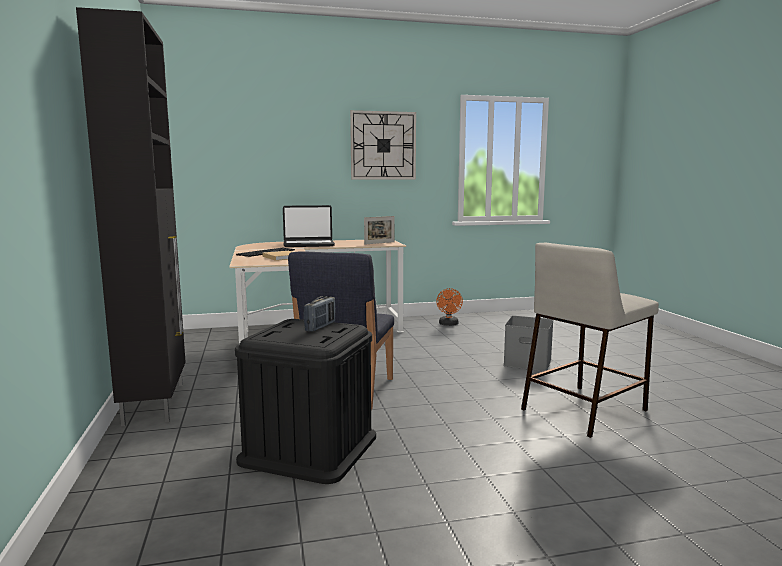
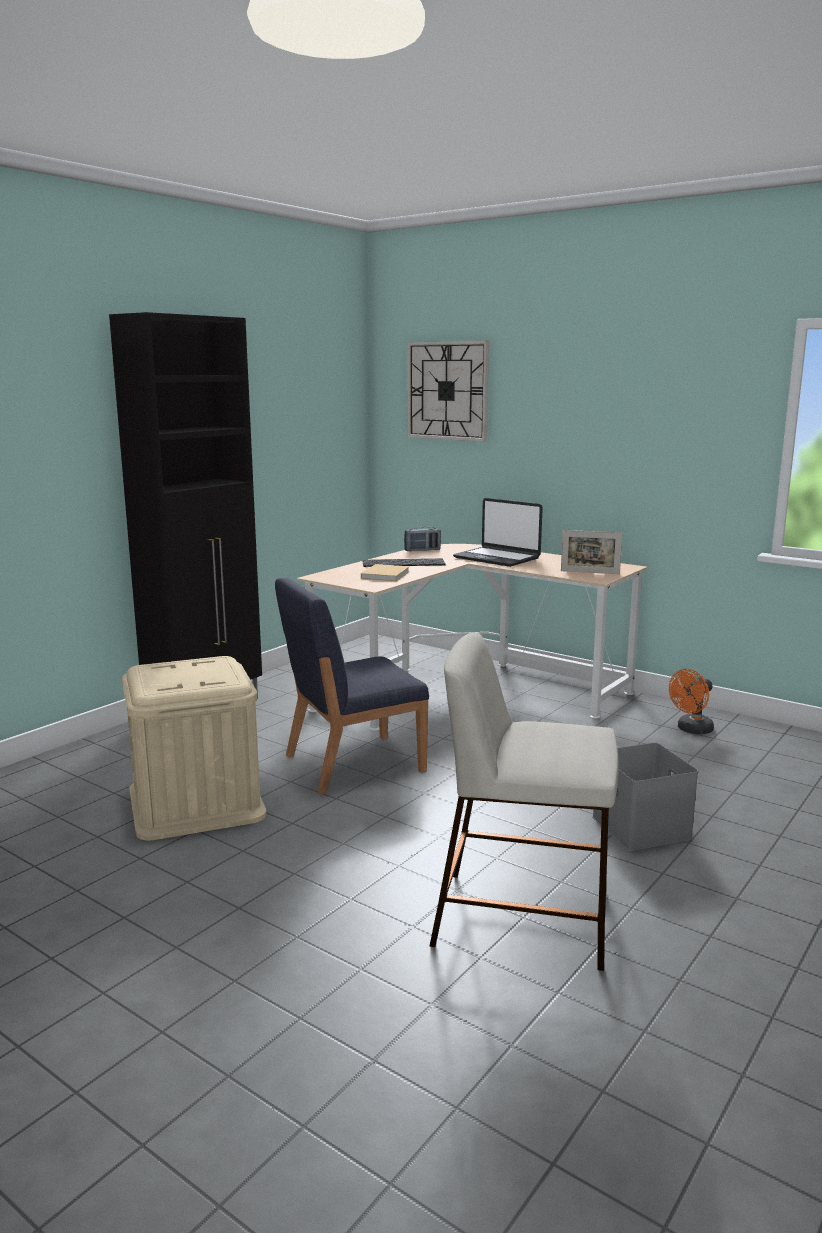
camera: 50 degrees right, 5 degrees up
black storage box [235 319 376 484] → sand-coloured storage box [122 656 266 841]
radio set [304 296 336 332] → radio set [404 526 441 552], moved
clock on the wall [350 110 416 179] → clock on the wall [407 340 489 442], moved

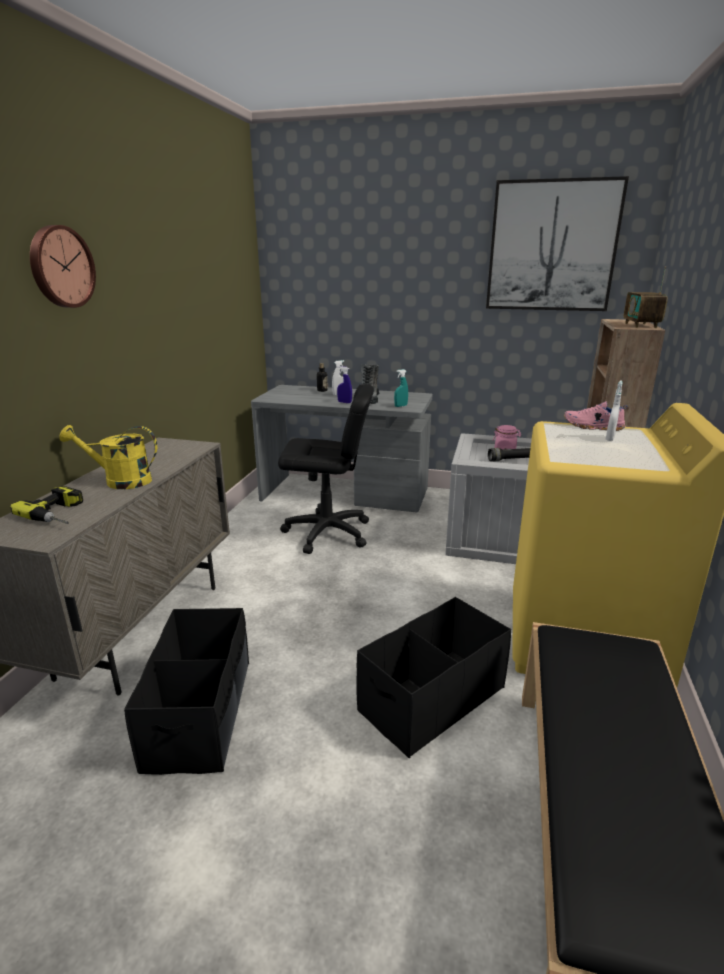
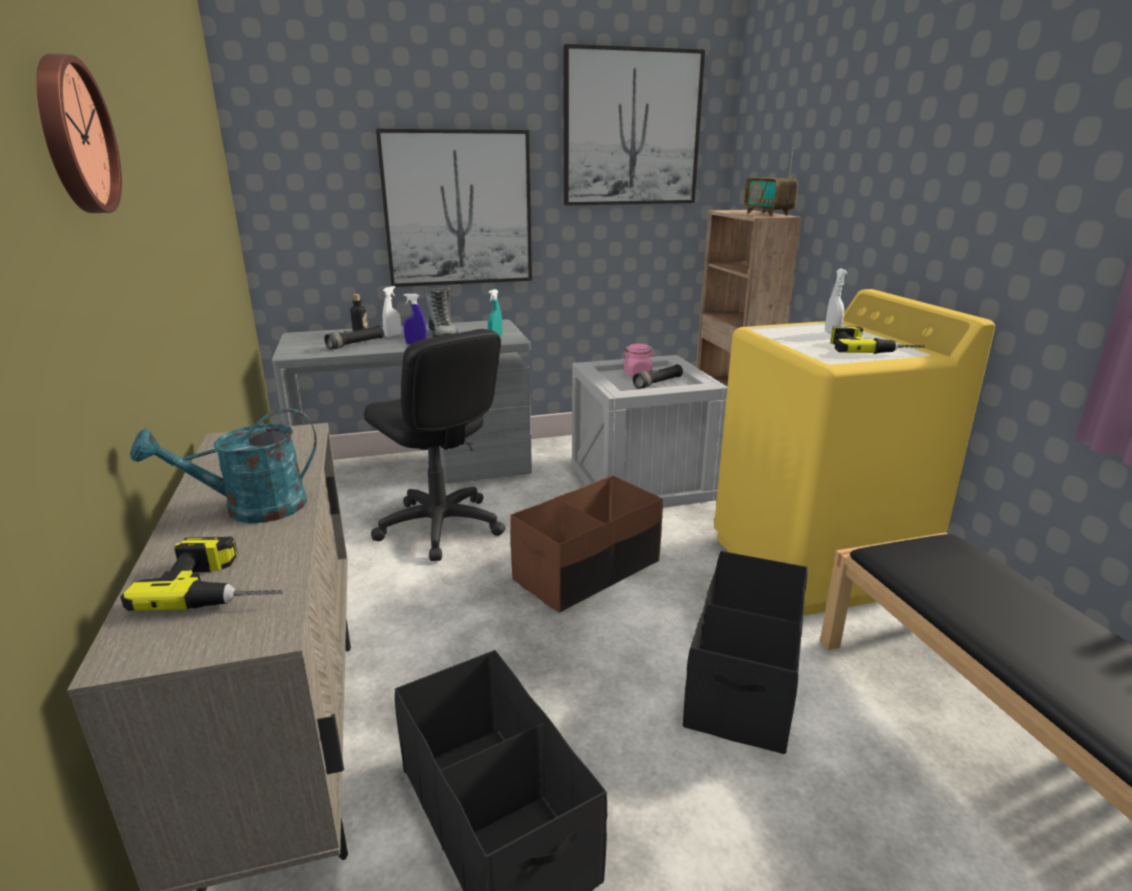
camera: 30 degrees left, 0 degrees up
yellow watering can [59 425 157 489] → turquoise-coloured watering can [130 408 317 523]
- → black hand torch [324 325 384 350]
black office chair [278 384 374 554] → black office chair [364 329 505 561], 75 degrees clockwise
- → wall picture [376 129 532 287]
- → brown-coloured storage box [510 475 663 613]
- → power drill [830 326 925 354]
pink low shoe [564 401 627 431] → -

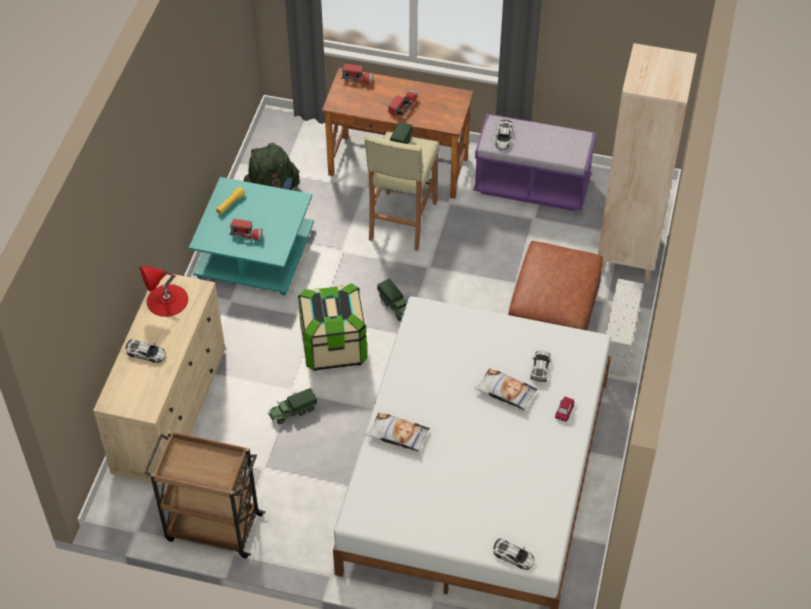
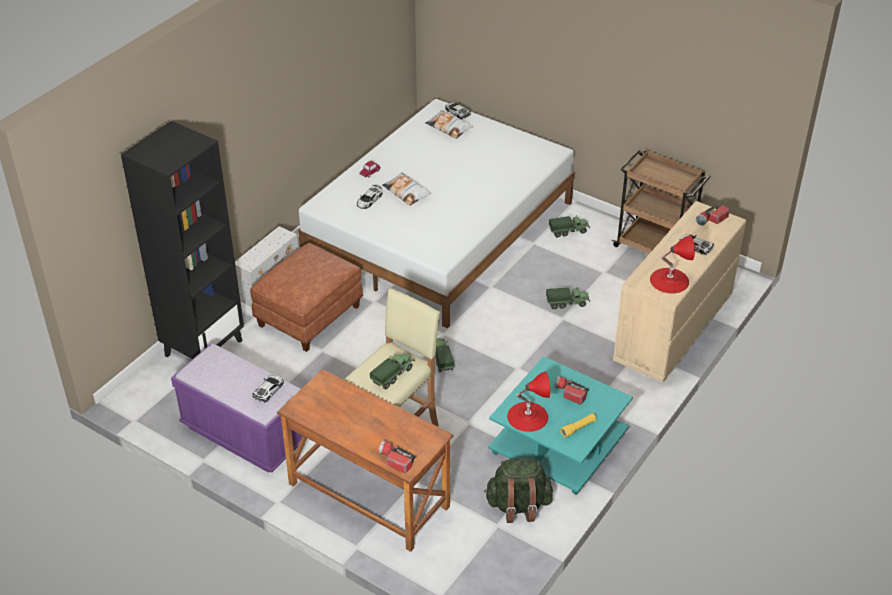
camera: 160 degrees left, 10 degrees down
sand-coloured shelving unit [598 43 697 282] → black shelving unit [121 121 244 359]
cushion [365 413 430 452] → cushion [425 110 473 139], moved
- → red-coloured tabletop lamp [507 371 550 432]
- → toy lorry [549 216 590 238]
hand torch [388 90 418 116] → hand torch [696 205 729 226], moved
storage box [298 283 367 371] → -

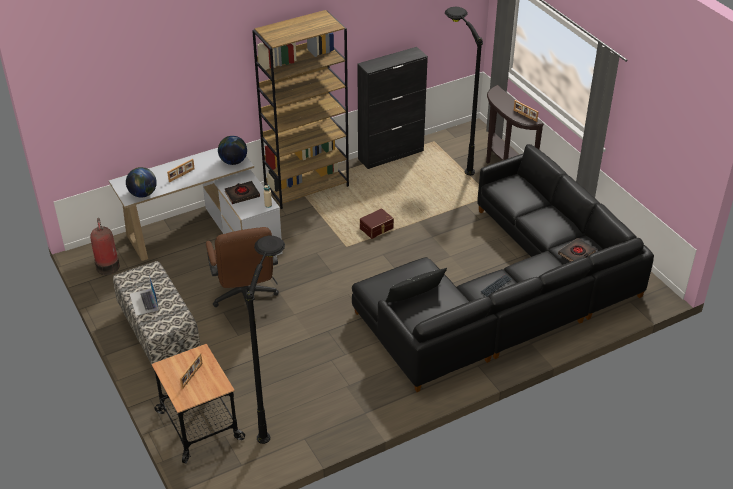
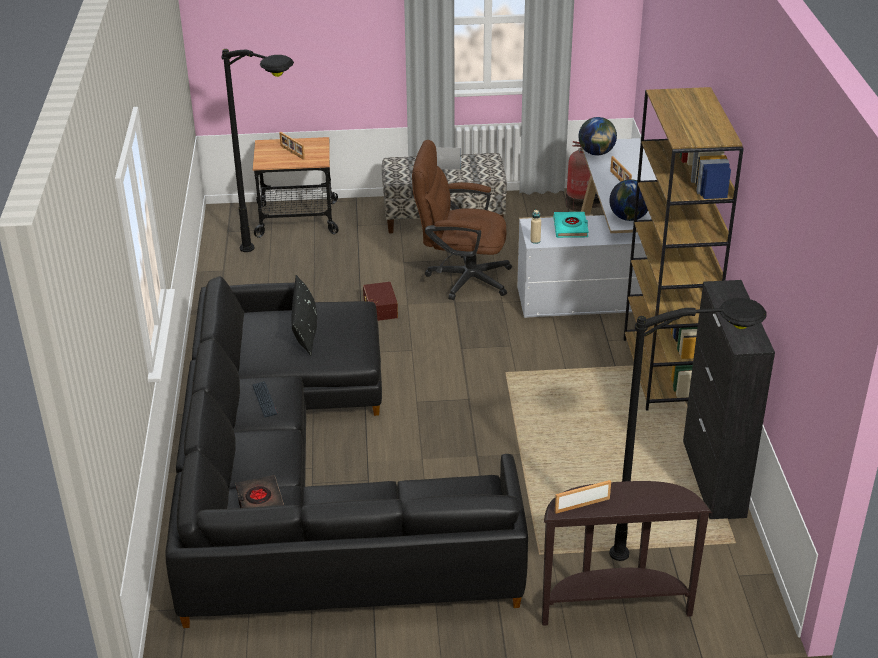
camera: 115 degrees right, 5 degrees down
brown-coloured storage box [360 208 394 239] → brown-coloured storage box [363 282 398 321], moved
black bound book [225 181 260 204] → turquoise-coloured bound book [553 212 589 238]

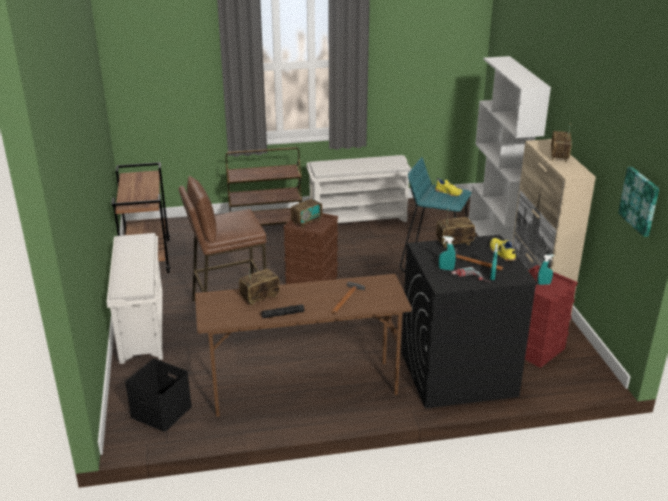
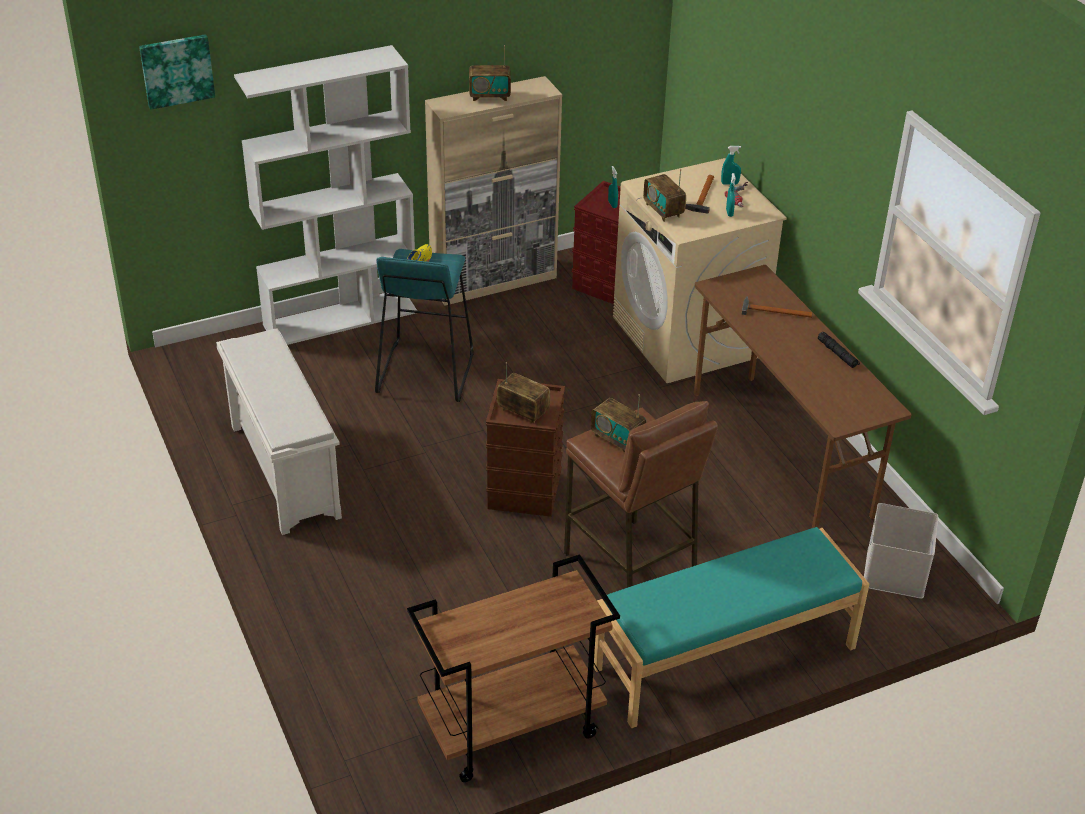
camera: 105 degrees left, 10 degrees up
wall picture [618 167 659 237] → wall picture [139 34 215 110], moved
radio set [239 265 280 306] → radio set [591 394 647 453], moved
whitish shoe stand [107 233 163 364] → turquoise-coloured indoor bench [594 527 869 728]
black laundry machine [401 235 538 409] → sand-coloured laundry machine [613 158 787 383]
black storage box [125 359 192 432] → whitish storage box [864 503 938 599]
brown-coloured wheeled cart [226 147 302 226] → -
yellow low shoe [490 238 516 261] → -

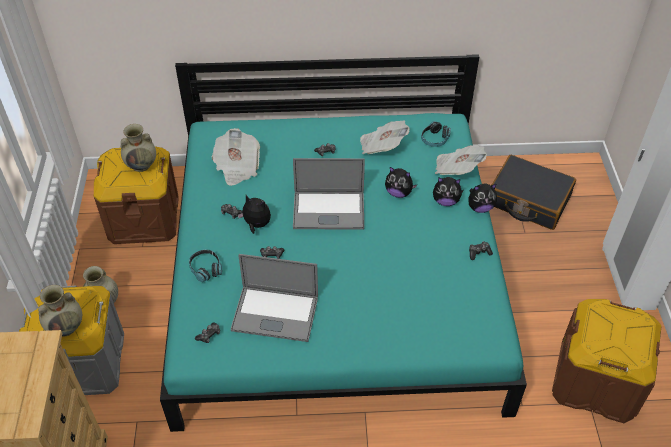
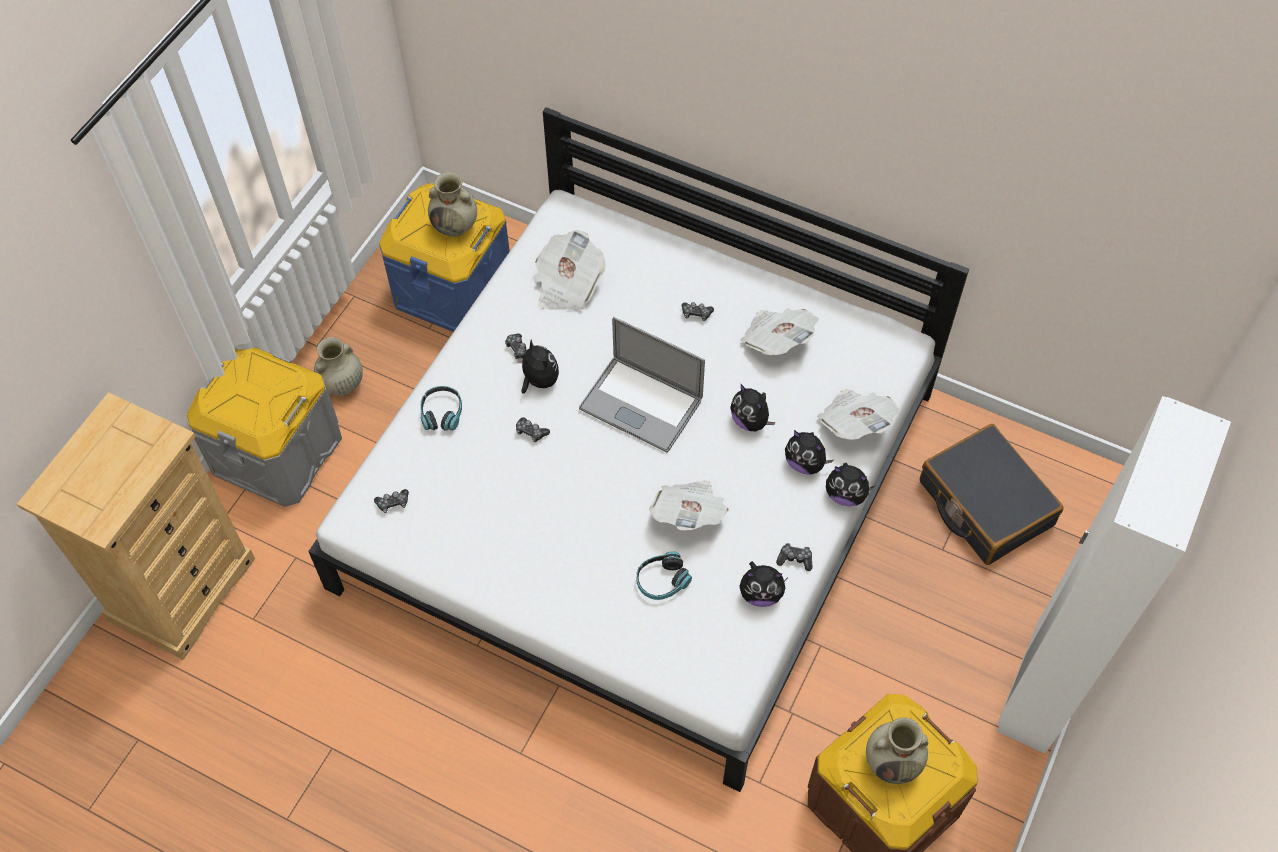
camera: 30 degrees right, 10 degrees up
turquoise-coloured bed [160 54 527 432] → whitish bed [308 107 969 792]
brown-coloured storage box [93 147 179 244] → blue-coloured storage box [379 183 510 332]
headphones [421 121 451 147] → headphones [636 551 692 600], moved
- → daily paper [649 480 729 530]
- → plush toy [739 561 789 607]
sand-coloured decorative vase [38 285 82 336] → sand-coloured decorative vase [866 717 928 784], moved
laptop [231 254 318 342] → -

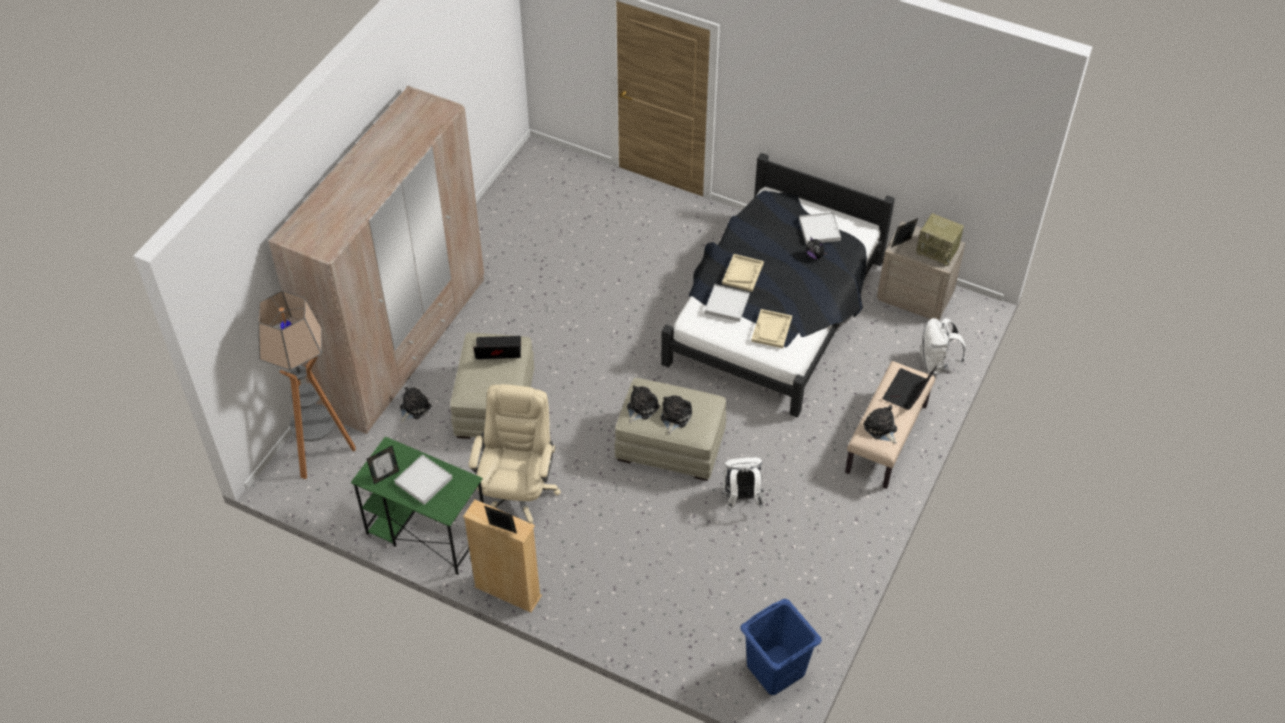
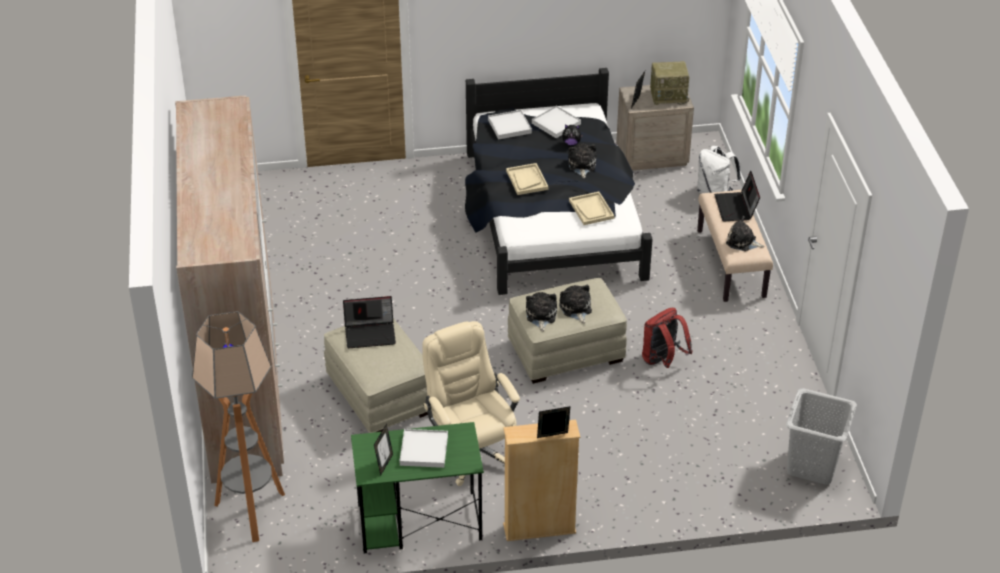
camera: 35 degrees left, 10 degrees down
laptop [473 336 521 359] → laptop [343 296 396 348], 150 degrees counterclockwise
whitish tray [705 284 750 322] → whitish tray [488 110 532 140], moved
plush toy [400 387 431 423] → plush toy [568 144 597 178], moved
whitish rucksack [721 457 763 510] → red-coloured rucksack [642 308 693 368]
blue-coloured washing basket [740 599 822 695] → grey washing basket [786 388 857 485]

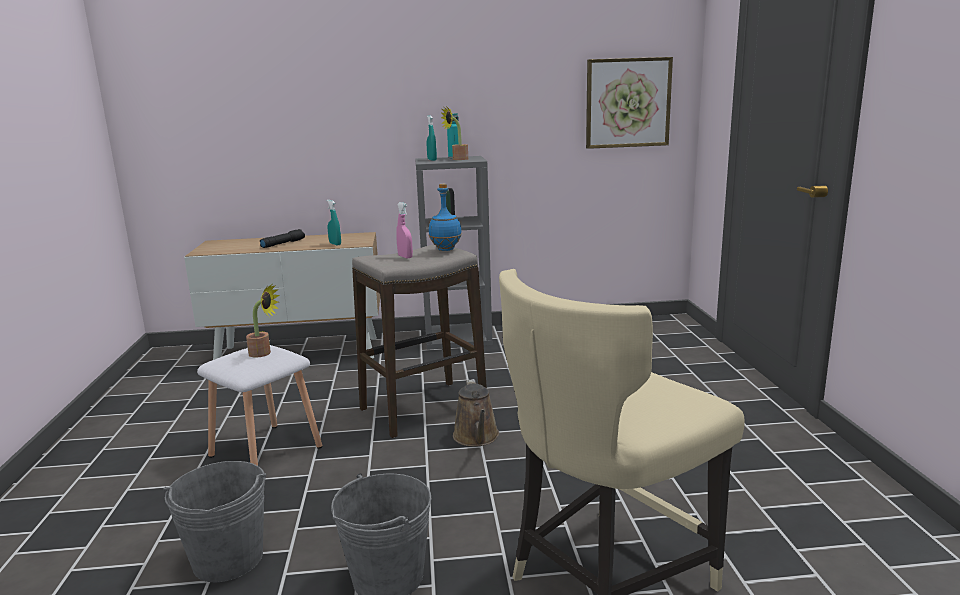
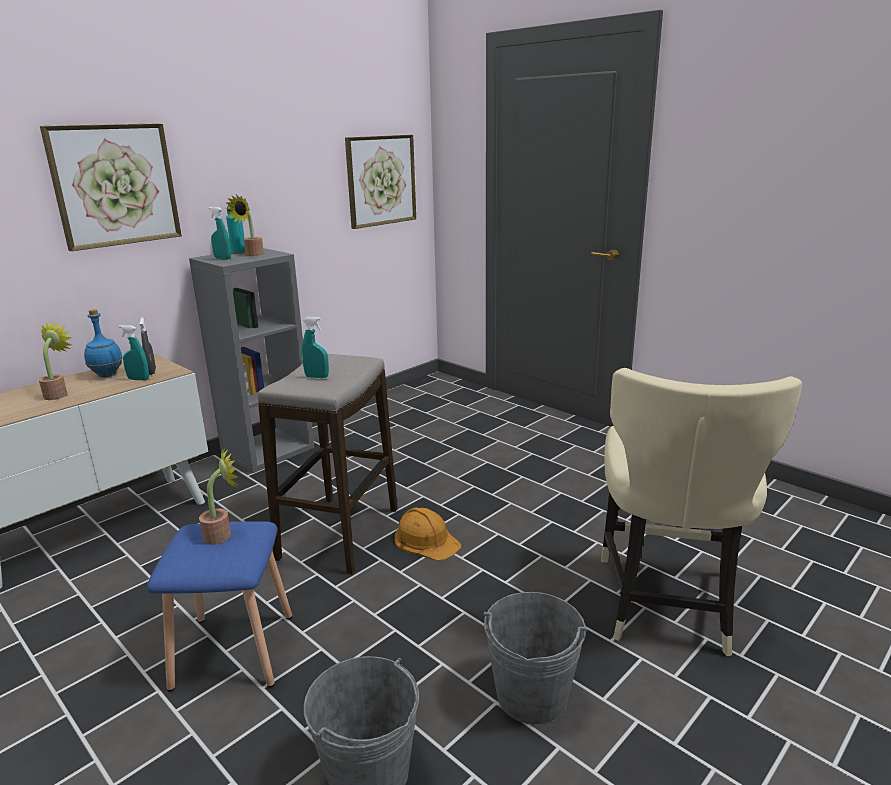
camera: 40 degrees left, 5 degrees up
black hand torch [260 229 305 248] → houseplant [39 321 72 400]
- → wall picture [40 123 182 251]
blue-coloured beverage bottle [429 184 462 251] → blue-coloured beverage bottle [84 309 123 377], moved
- → grey hand sprayer [140 317 156 375]
whitish sitting stool [197 345 322 466] → blue-coloured sitting stool [147 521 292 692]
pink hand sprayer [396 202 413 258] → turquoise-coloured hand sprayer [302 317 329 378]
brown-coloured watering can [453 379 499 447] → orange work helmet [395 507 462 561]

